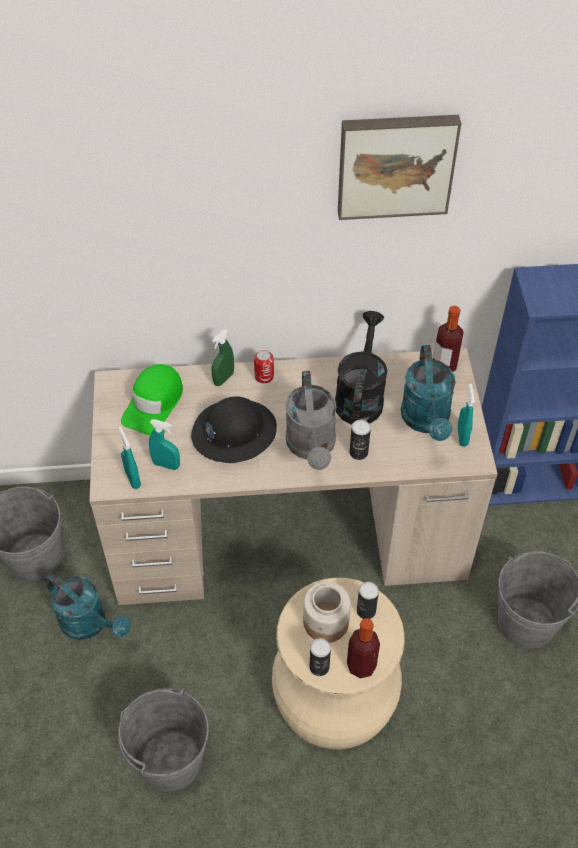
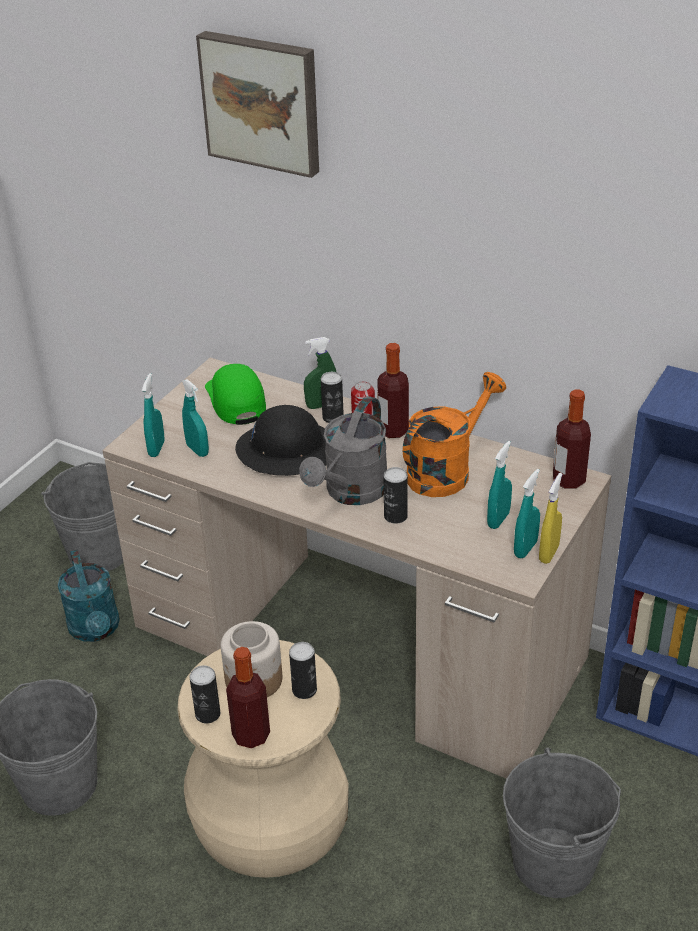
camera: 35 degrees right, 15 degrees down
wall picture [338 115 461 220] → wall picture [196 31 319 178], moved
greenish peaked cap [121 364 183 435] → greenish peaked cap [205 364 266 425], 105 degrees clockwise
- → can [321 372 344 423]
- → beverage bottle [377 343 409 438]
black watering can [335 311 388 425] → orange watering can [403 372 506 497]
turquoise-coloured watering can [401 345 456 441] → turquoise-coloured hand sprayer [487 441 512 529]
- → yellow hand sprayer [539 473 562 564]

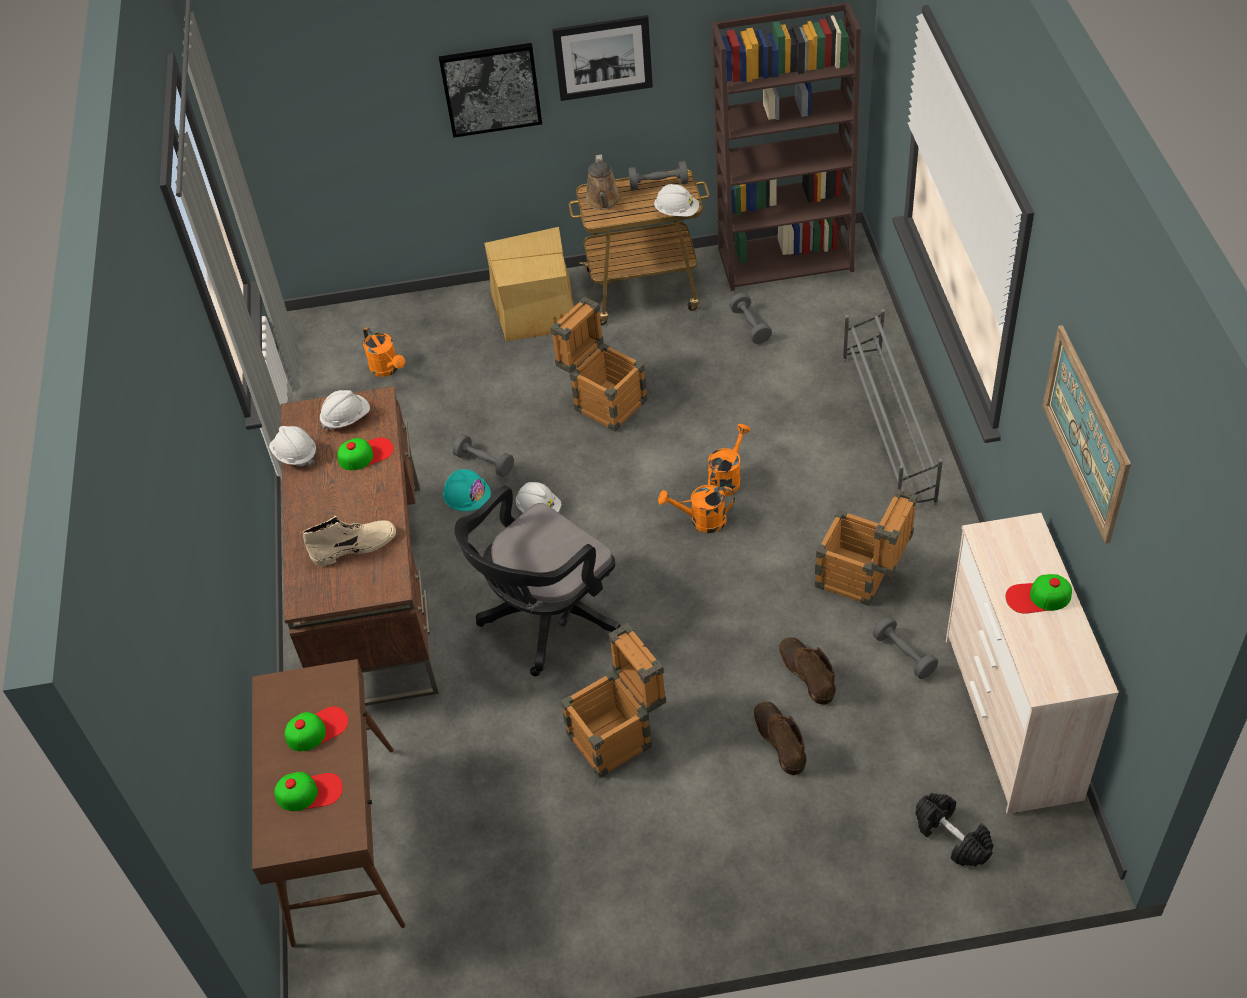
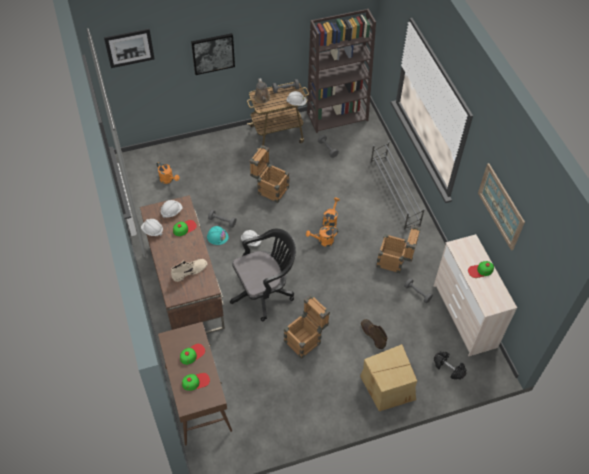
camera: 15 degrees left, 5 degrees up
wall picture [552 15 653 101] → wall picture [104 29 155 68], moved
black office chair [454 485 621 677] → black office chair [230 229 296 321], 150 degrees counterclockwise
packing box [484 227 574 341] → packing box [360 344 417 411], moved
brown-coloured tall boot [779 637 836 705] → -

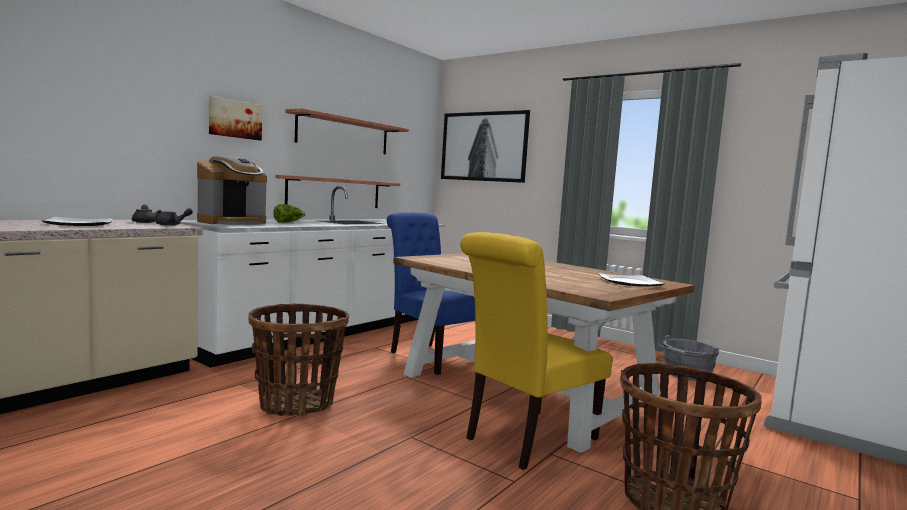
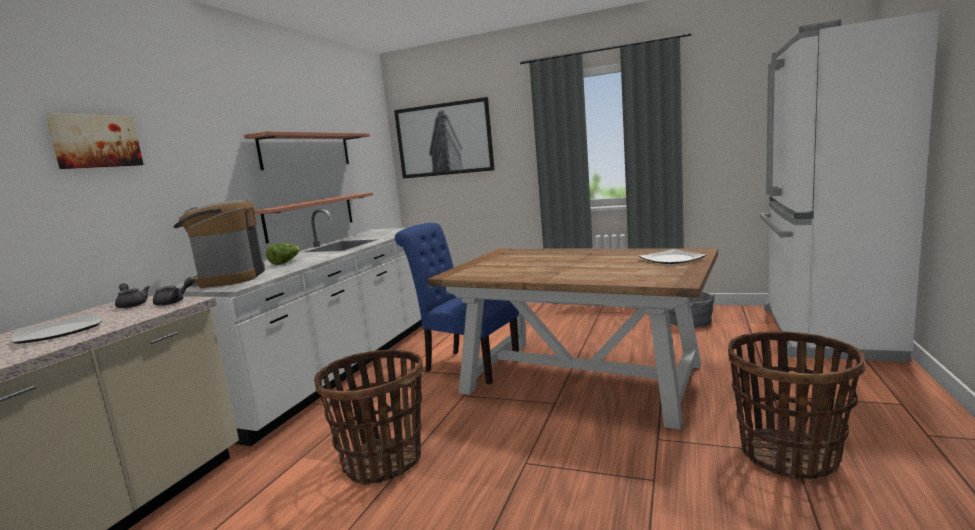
camera: 15 degrees left, 5 degrees up
wall picture [209 96 262 140] → wall picture [45 113 144 169], moved
coffee machine [197 156 267 225] → coffee machine [174 200 265 288], 150 degrees clockwise
yellow upright chair [460 232 612 470] → -

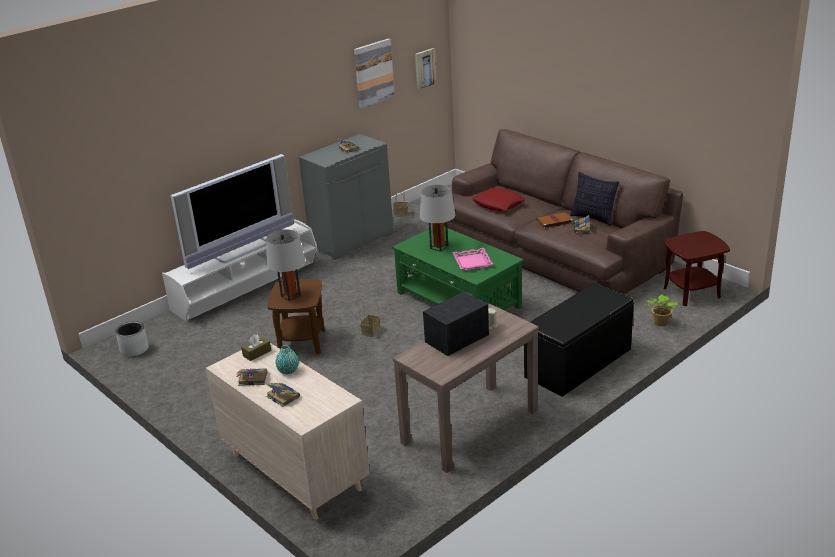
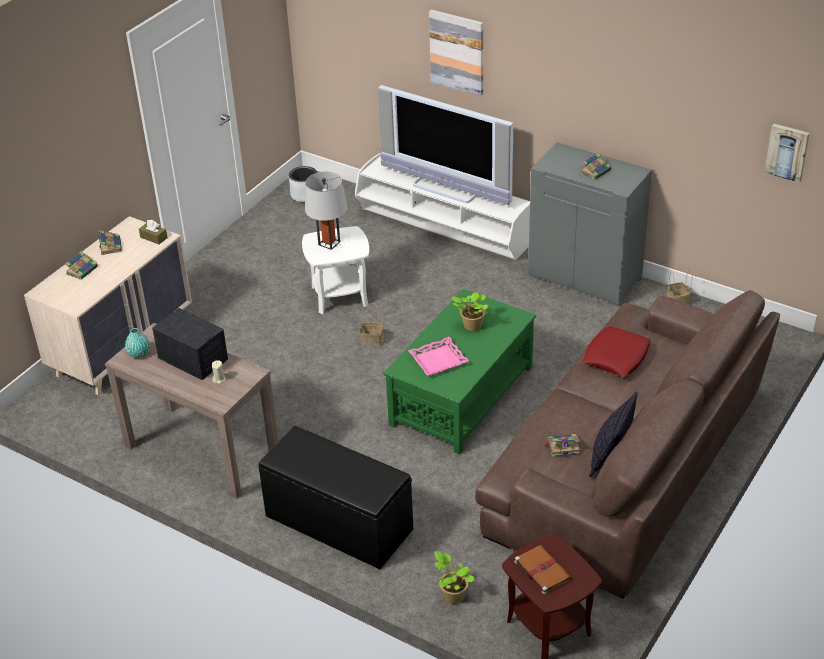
camera: 75 degrees right, 10 degrees up
turquoise-coloured decorative vase [276 345 299 374] → turquoise-coloured decorative vase [125 328 150 358], moved
brown-coloured end table [268 279 325 354] → whitish end table [302 226 369 314]
wall picture [354 39 395 109] → wall picture [429 10 483 96], moved
grey tabletop lamp [420 185 455 252] → houseplant [451 292 488 331]
brown-coloured bound book [536 212 573 229] → brown-coloured bound book [514 545 572 595], moved

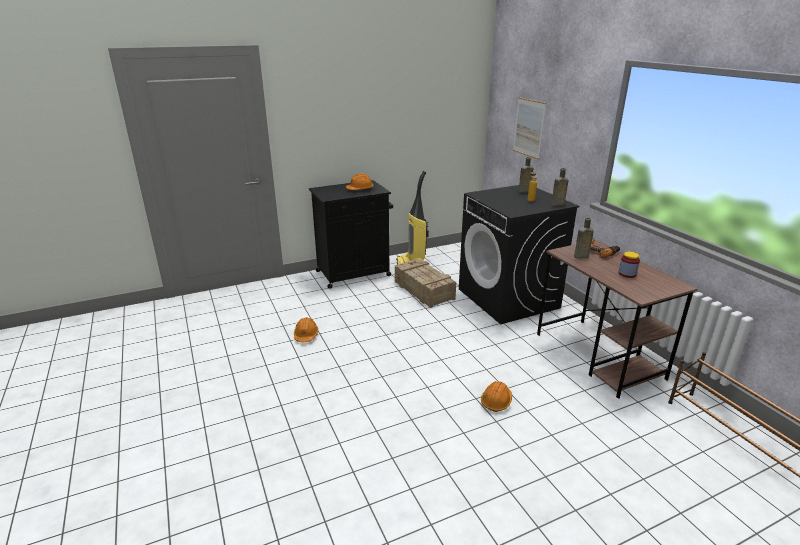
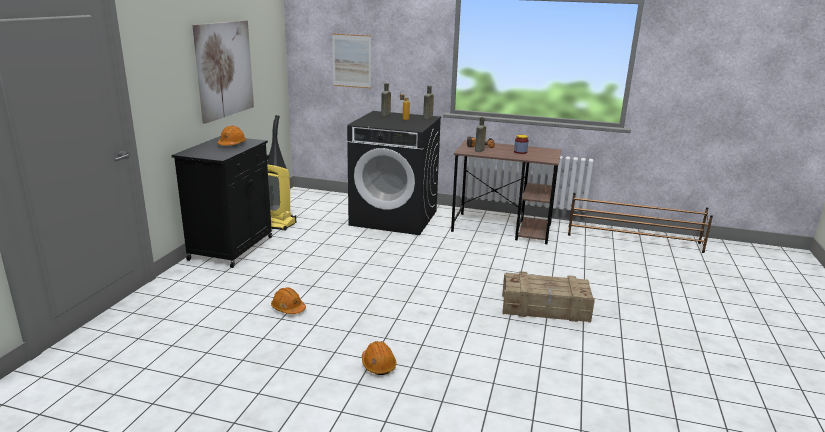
camera: 50 degrees left, 5 degrees down
- → wall picture [192 20 254 124]
orange work helmet [481 381 512 412] → orange work helmet [362 341 397 375], moved
shipping crate [395 259 456 308] → shipping crate [502 271 595 323], moved

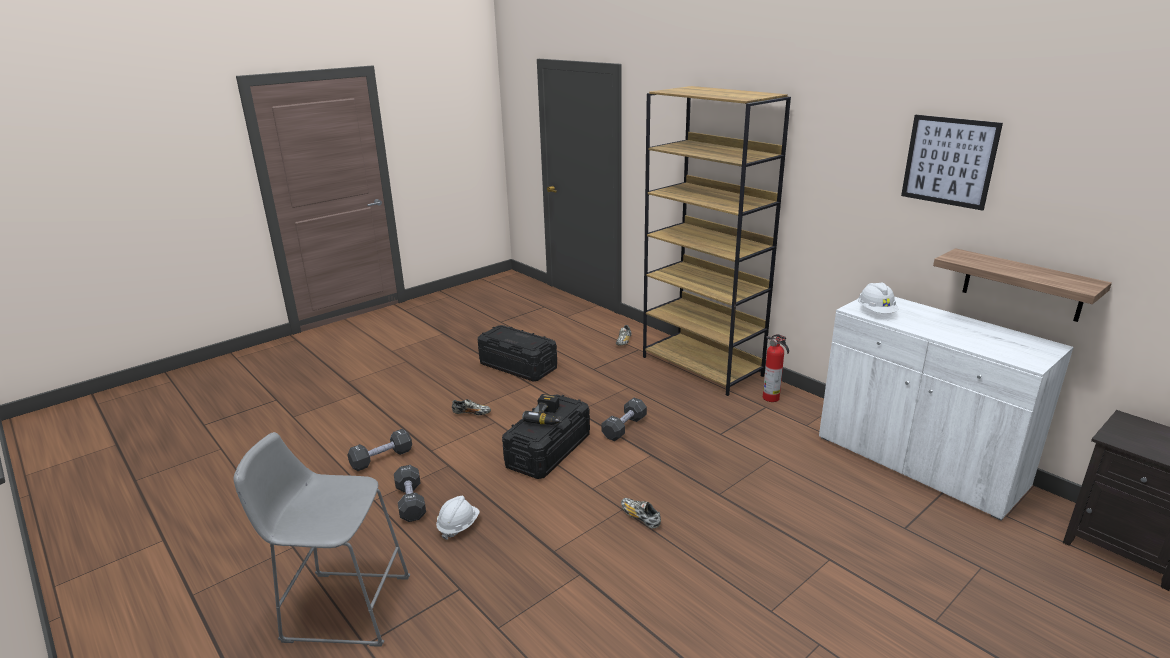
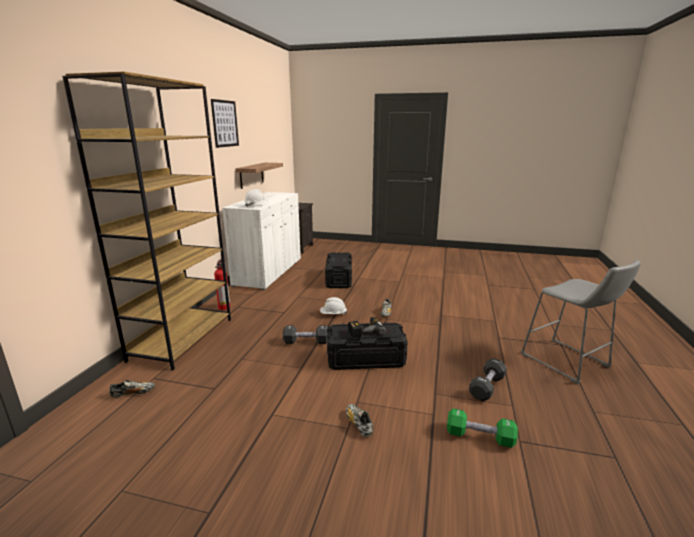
camera: 125 degrees left, 5 degrees down
whitish work helmet [436 496 480 540] → whitish work helmet [320 297 347 314], moved
black storage box [478 325 557 381] → black storage box [325 252 352 288], moved
black dumbbell [348 429 412 471] → greenish dumbbell [447 408 518 448]

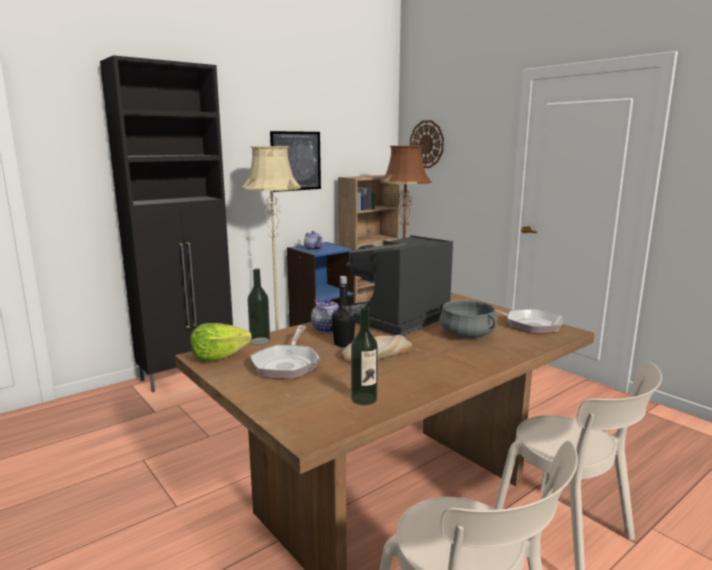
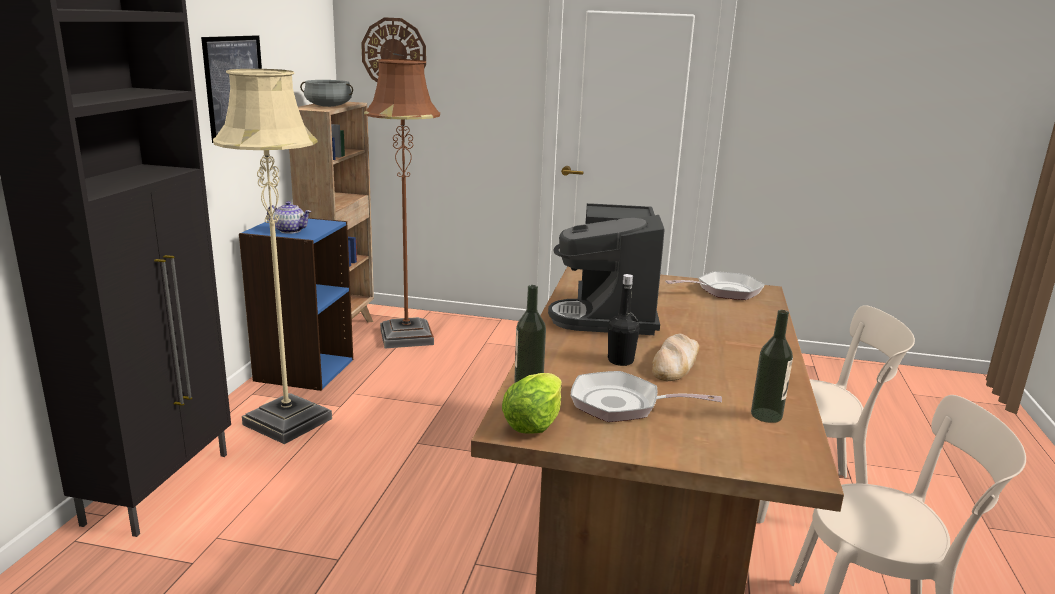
camera: 40 degrees left, 5 degrees up
grey cooking pot [439 300 497 338] → grey cooking pot [300 80 353 107], moved
frying pan [251 325 320 379] → frying pan [570 371 722 422], 135 degrees clockwise
tea pot [311 298 339 333] → -

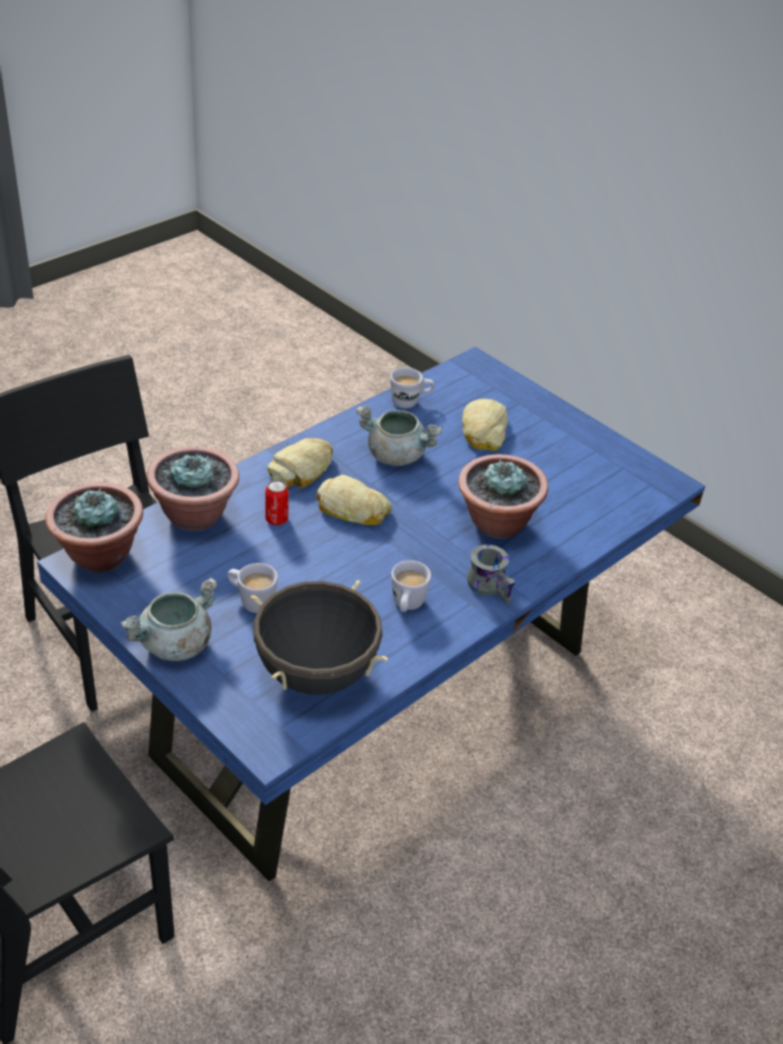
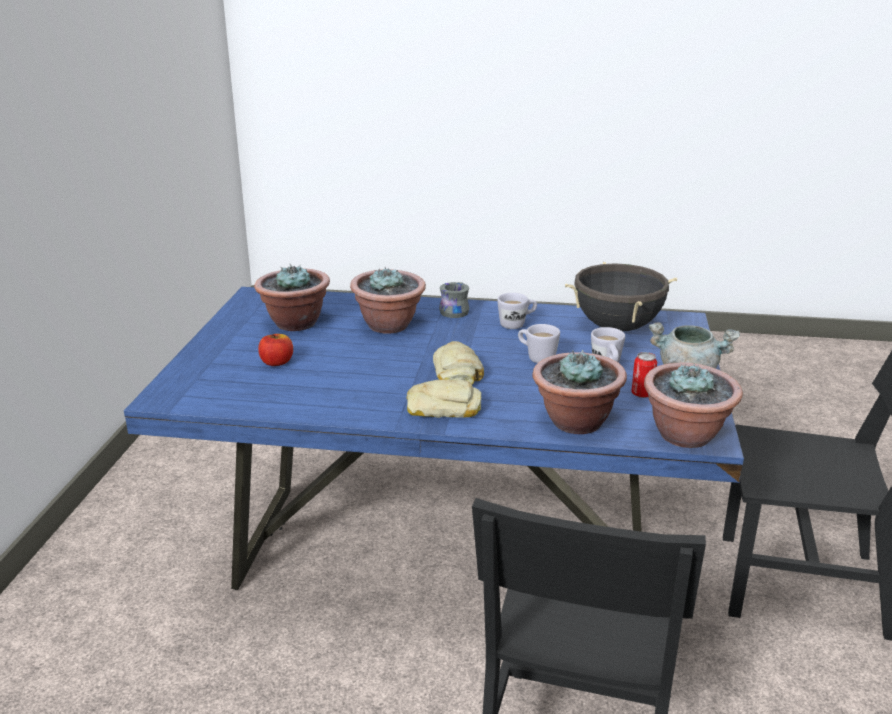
camera: 125 degrees left, 15 degrees down
- → houseplant [254 263 330 331]
bakery bread [462 399 508 451] → whole apple [258 334 293 366]
whitish coffee mug [390 367 435 408] → whitish coffee mug [518 324 560 363], moved
can [265 480 289 525] → can [631 352 657 398], moved
grey cooking pot [356 406 443 466] → -

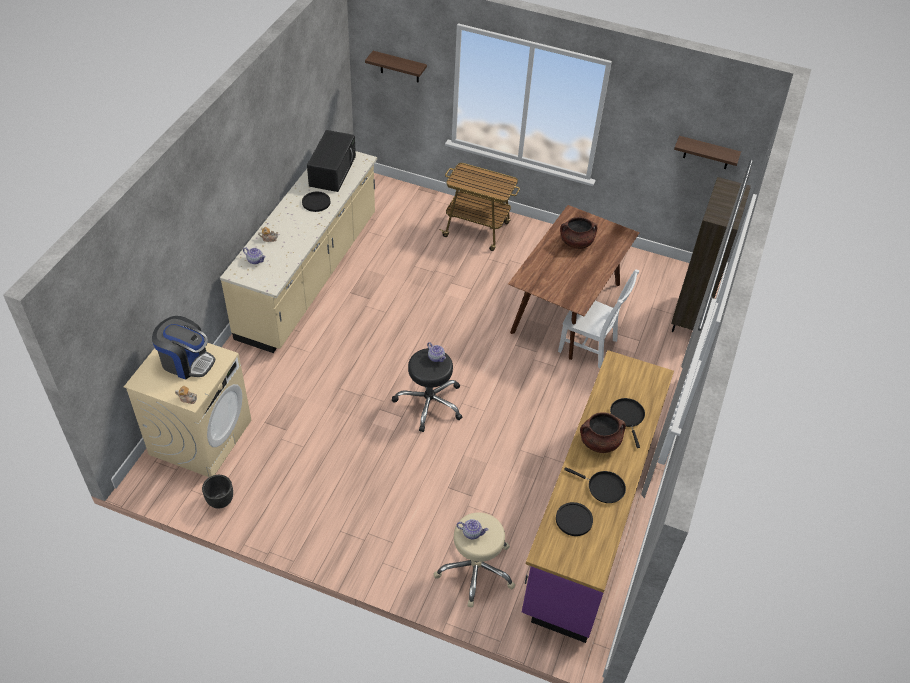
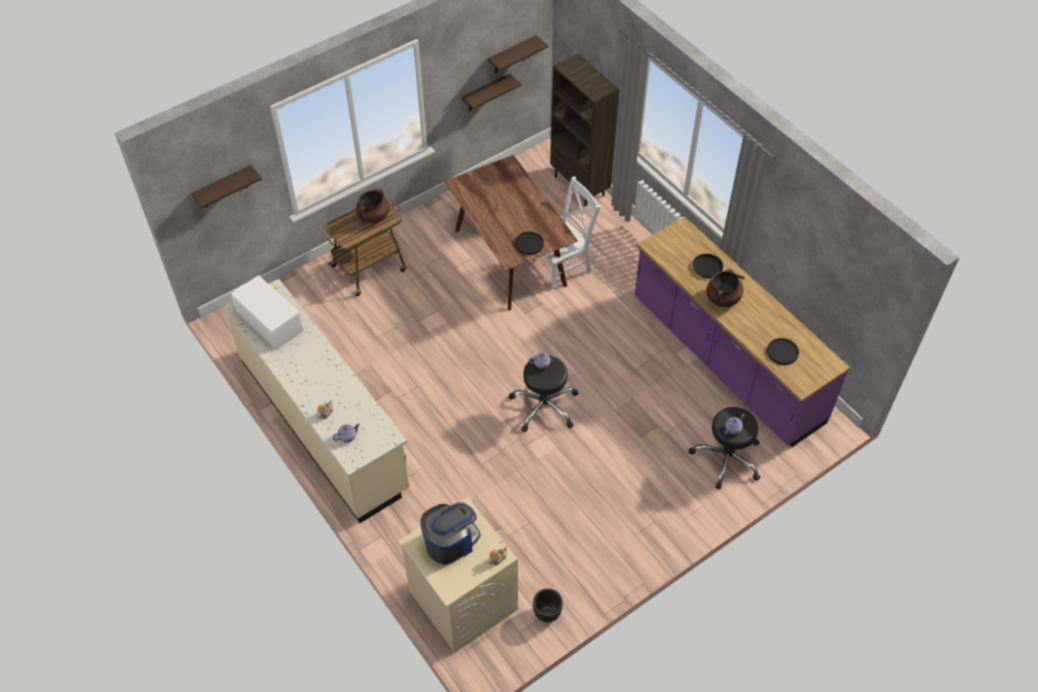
camera: 55 degrees left, 5 degrees up
black microwave [307 130 356 192] → whitish microwave [231 275 304 350]
brown-coloured cooking pot [560 217 598 249] → brown-coloured cooking pot [356 188 390 223], moved
- → shelf [461 73 521 111]
black flat dish [302 192 330 212] → black flat dish [515 231 544 255], moved
sand-coloured sitting stool [433 512 515 608] → black sitting stool [688 407 760 490]
black frying pan [564 467 626 503] → -

